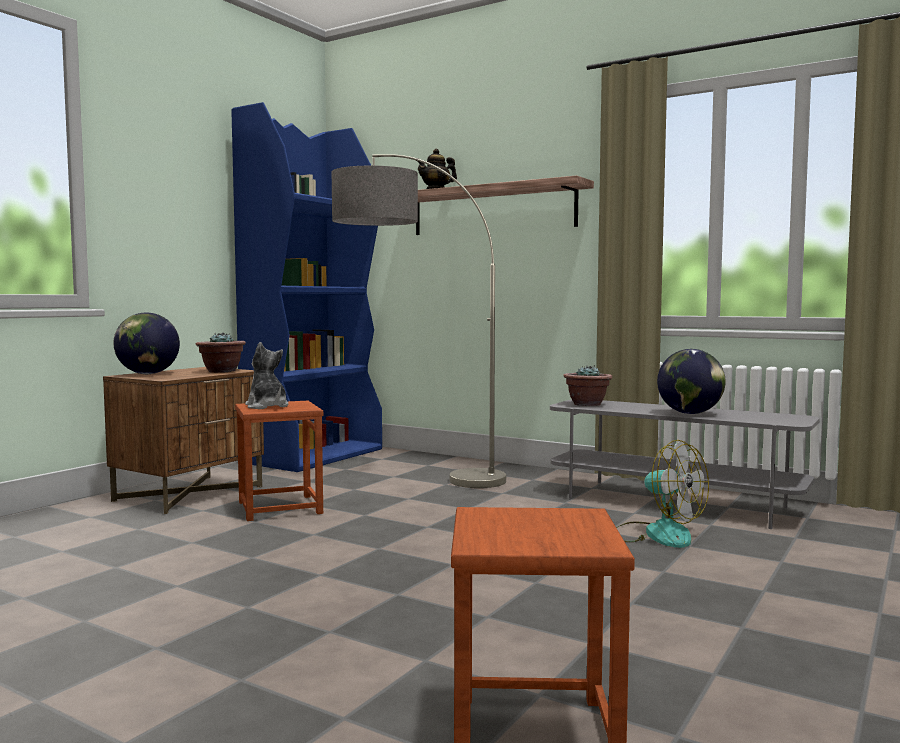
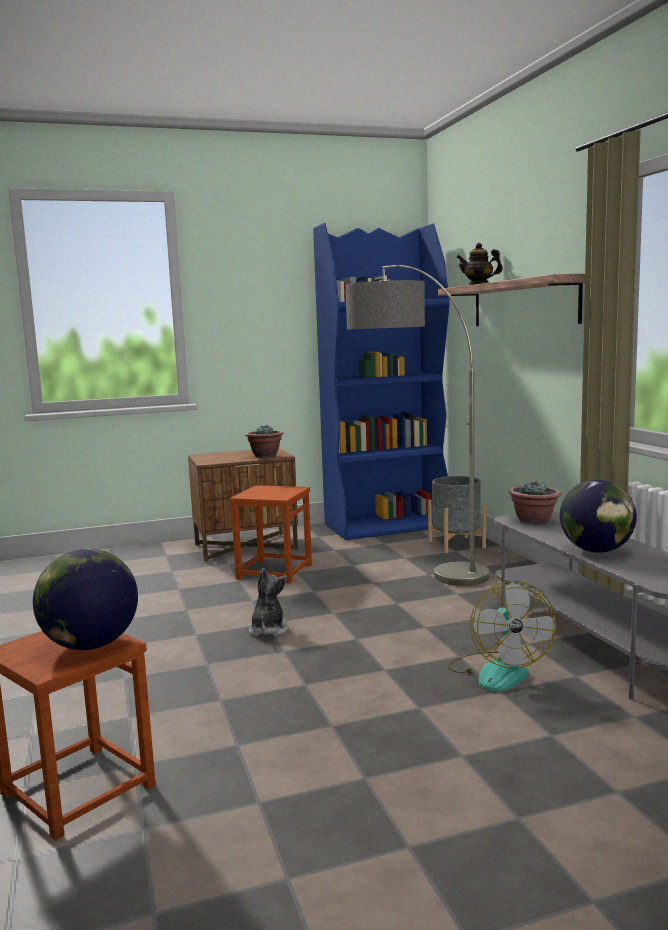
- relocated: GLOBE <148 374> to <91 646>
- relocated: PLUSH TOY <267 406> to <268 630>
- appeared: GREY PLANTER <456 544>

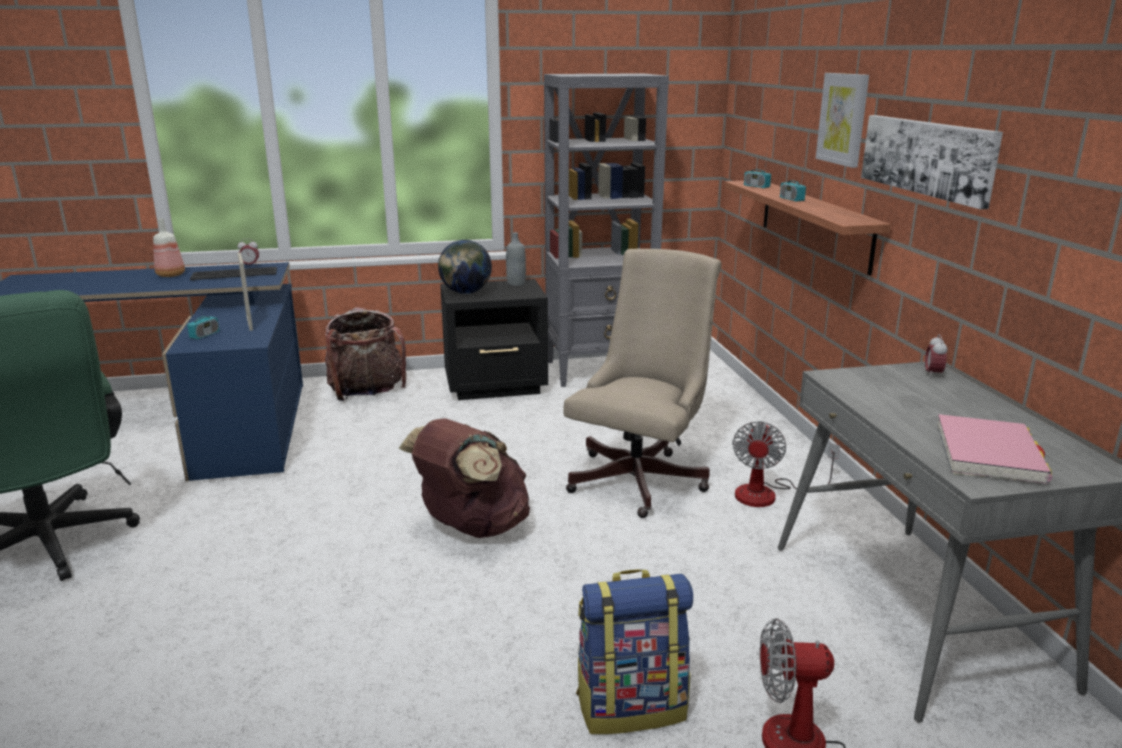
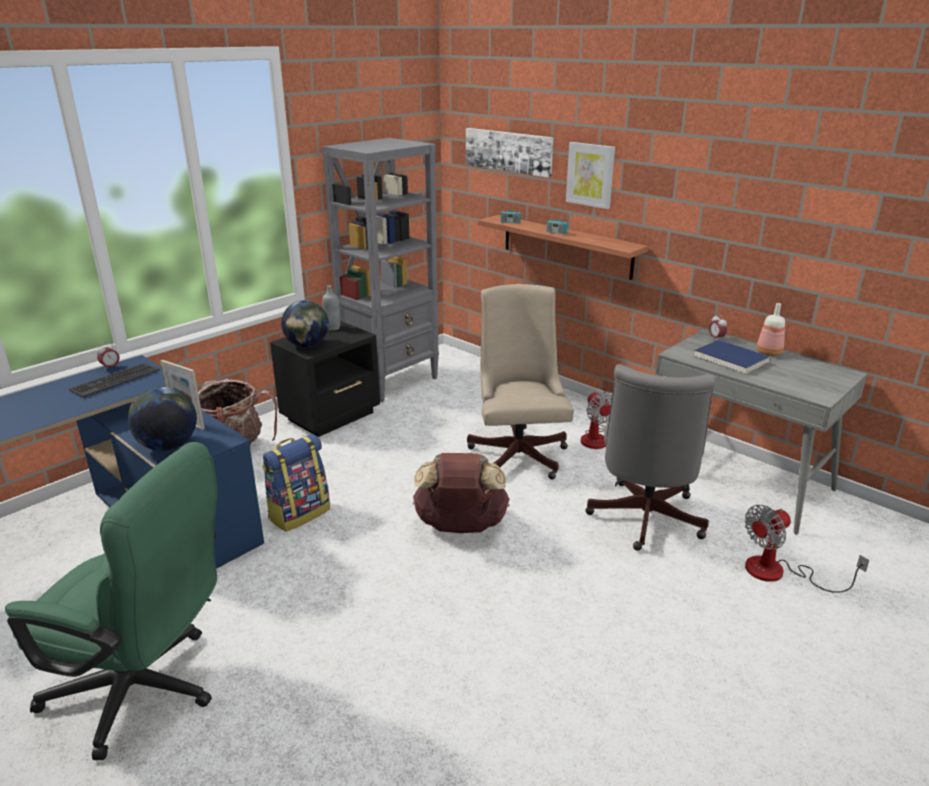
- relocated: BOTTLE <171 275> to <768 352>
- exchanged: RADIO <204 335> to GLOBE <168 446>
- relocated: BACKPACK <631 706> to <299 513>
- relocated: PICTURE <927 157> to <509 151>
- missing: PINK BOOK <988 454>
- appeared: GREY OFFICE CHAIR <643 520>
- appeared: BLUE BOOK <731 360>

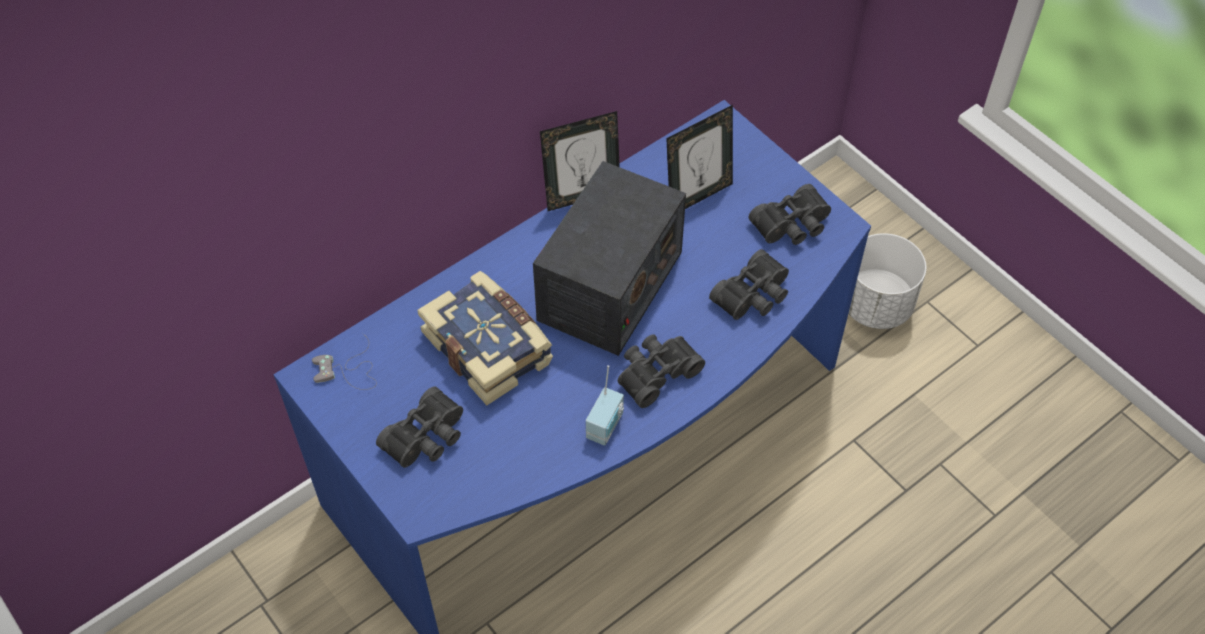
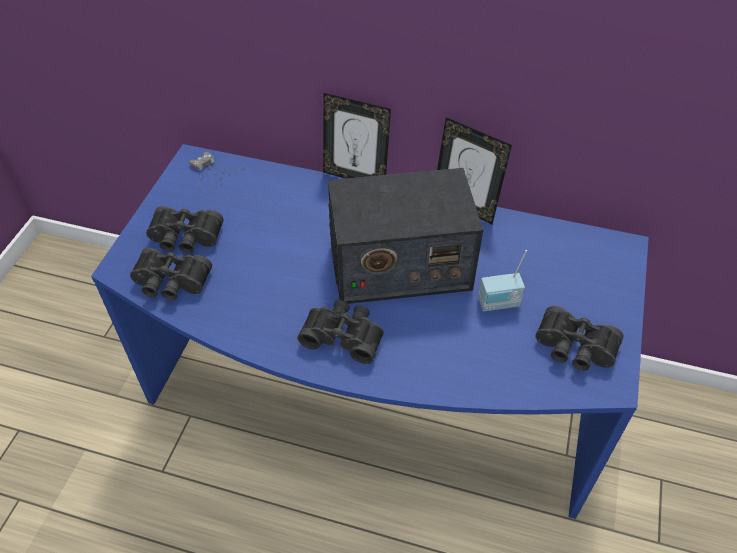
- missing: BOOK <489 347>
- relocated: RADIO <606 426> to <499 304>
- relocated: PICTURE FRAME <697 196> to <355 177>
- relocated: BLACK BINOCULARS <754 296> to <170 283>
- missing: WHITE PLANTER <876 305>

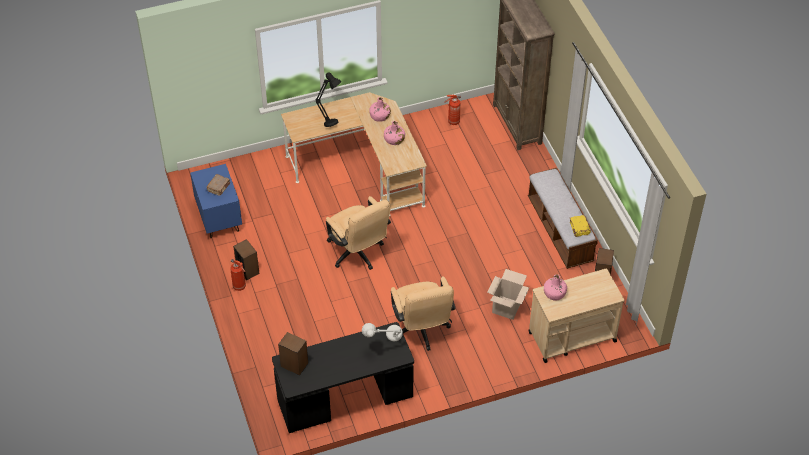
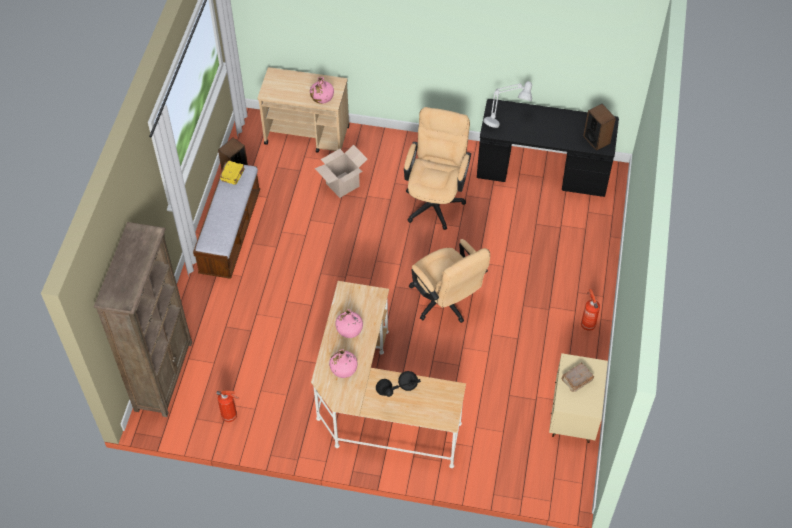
- colour: BLUE NIGHTSTAND <219 219> to BEIGE NIGHTSTAND <573 416>
- missing: SPEAKER <248 270>
- spun: BEIGE OFFICE CHAIR <358 254> = <445 303> 150 degrees clockwise

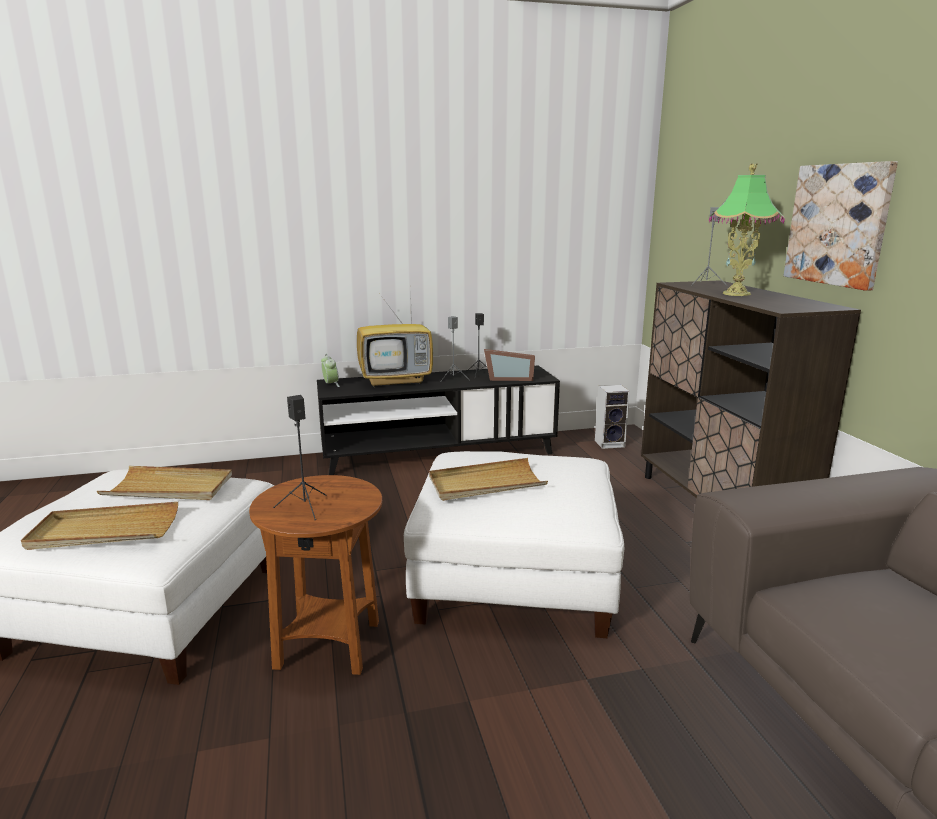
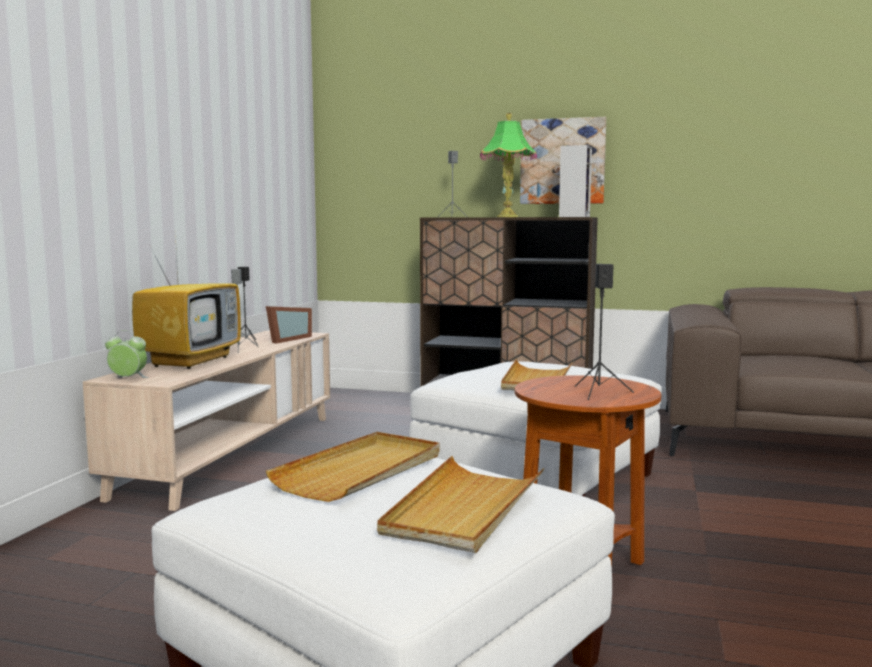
- colour: BLACK TV STAND <439 454> to BEIGE TV STAND <232 453>
- relocated: SPEAKER <610 443> to <574 217>

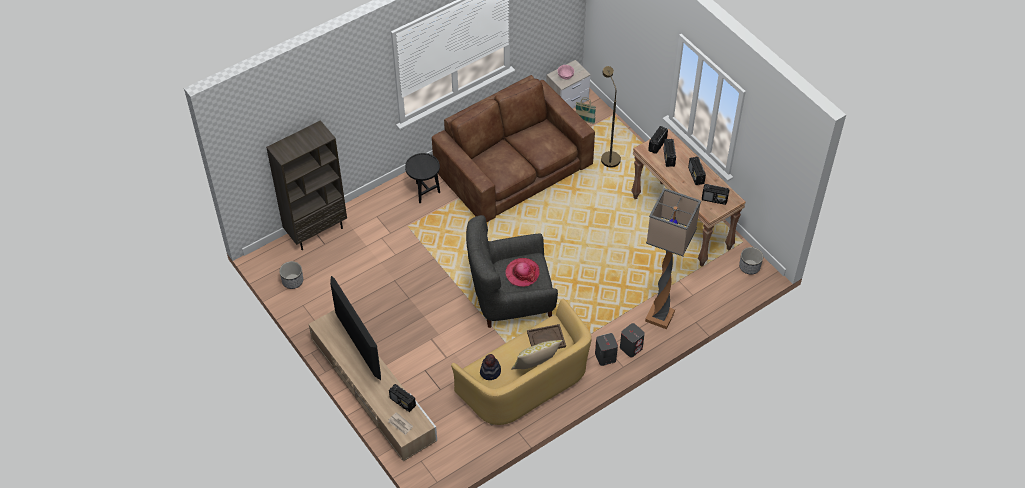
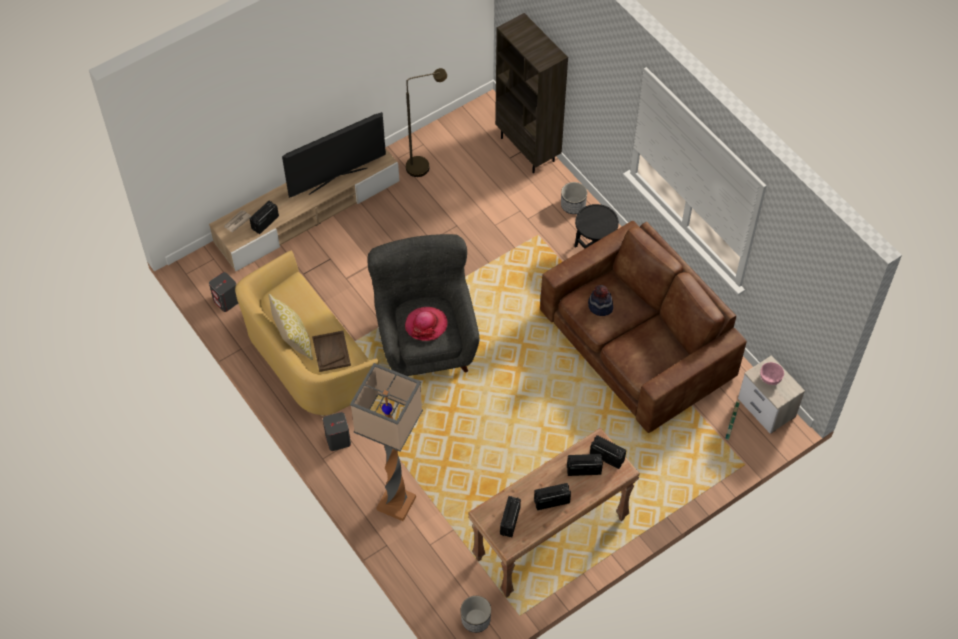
- relocated: PLANTER <292 281> to <573 205>
- relocated: HAT <490 372> to <600 306>
- relocated: BROWN FLOOR LAMP <608 156> to <424 165>
- relocated: GREY SPEAKER <631 348> to <227 301>

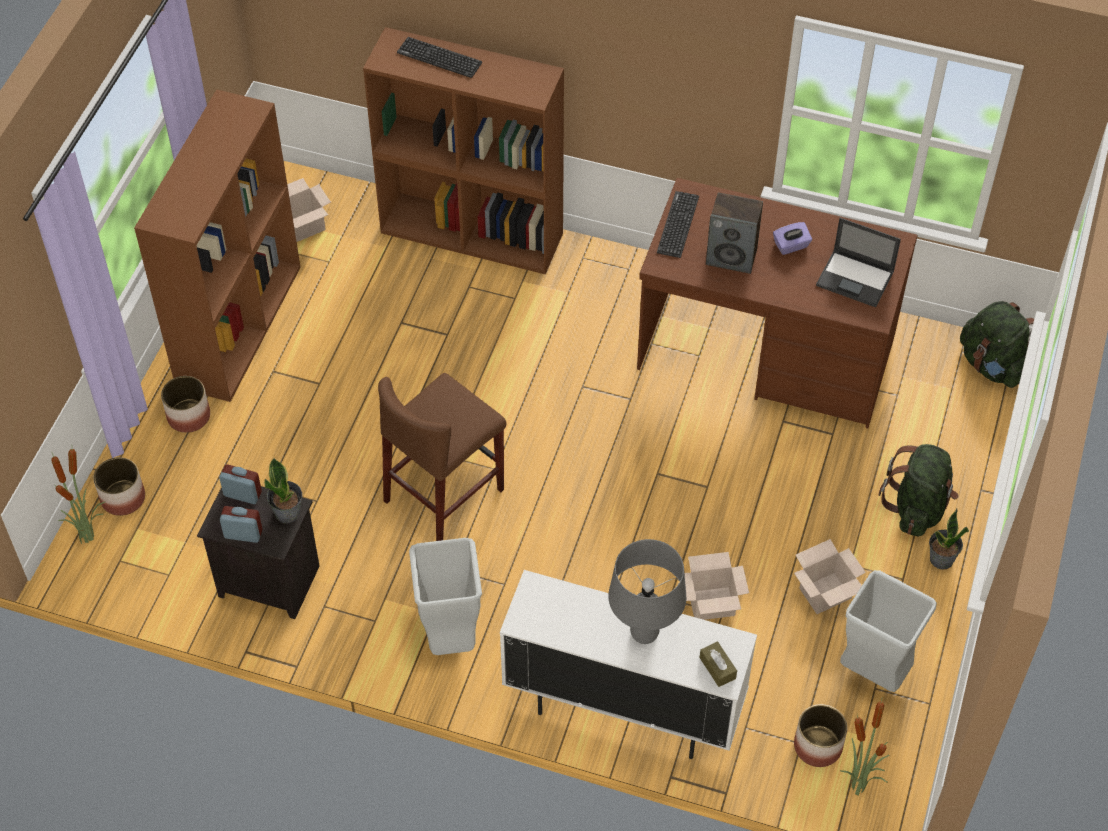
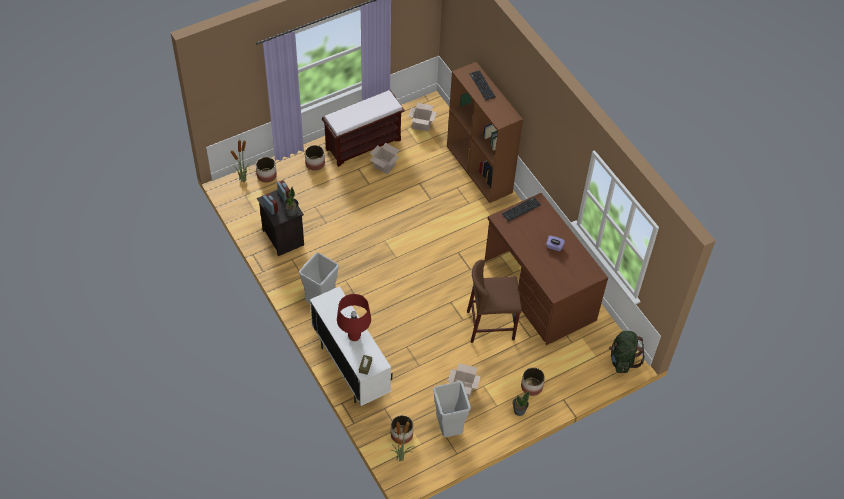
- exchanged: BROWN BOOKCASE <238 324> to BROWN BENCH <364 144>
- relocated: BROWN STOOL <444 495> to <490 325>
- colour: GREY TABLE LAMP <645 634> to RED TABLE LAMP <354 337>
- relocated: CARDBOARD BOX <710 604> to <383 166>
- missing: SPEAKER <732 257>
- missing: LAPTOP <856 279>
- exchanged: GREEN BACKPACK <917 507> to PLANTER <531 386>

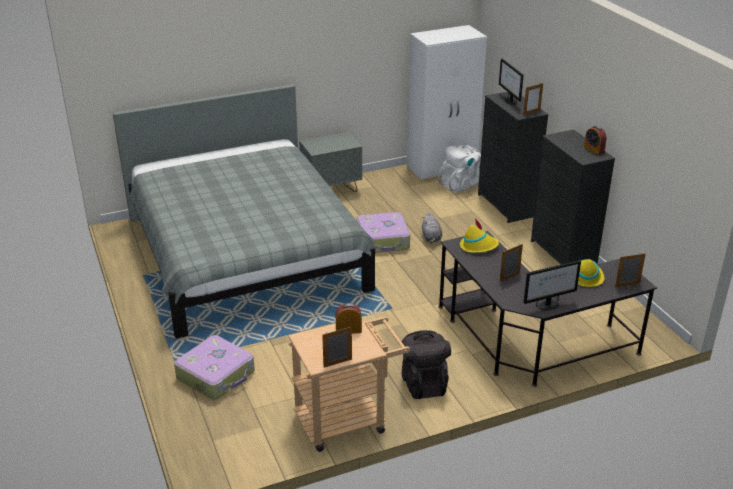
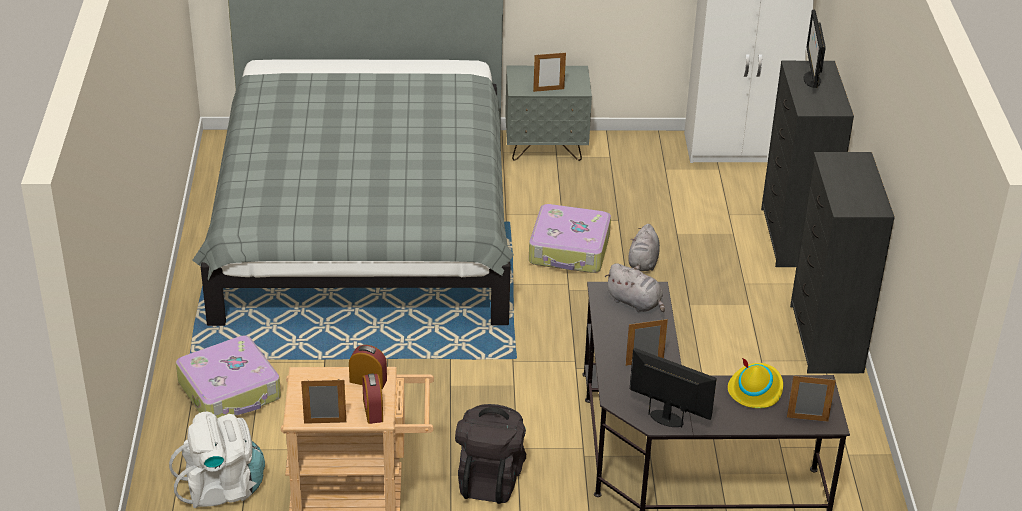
- relocated: WHITE BACKPACK <460 185> to <222 488>
- exchanged: YELLOW HAT <478 246> to GREY PLUSH TOY <635 303>
- relocated: PICTURE FRAME <531 112> to <548 90>
- spun: MONITOR <548 305> = <667 418> 150 degrees counterclockwise
- relocated: ALARM CLOCK <594 150> to <373 410>

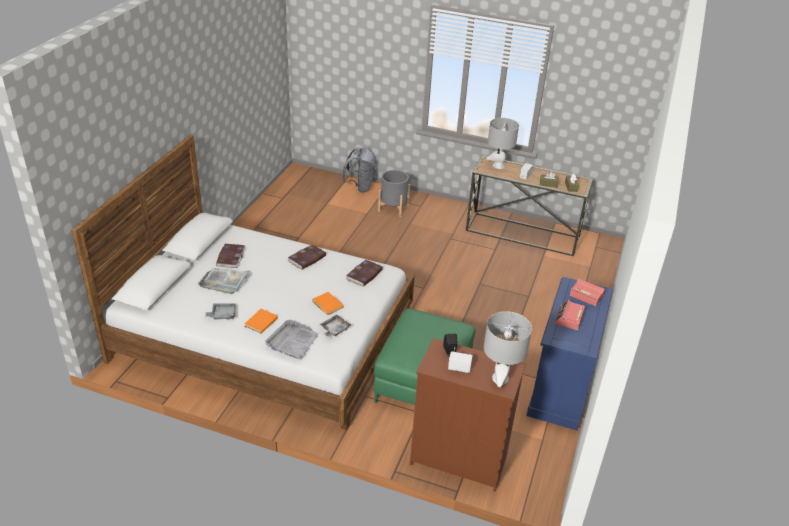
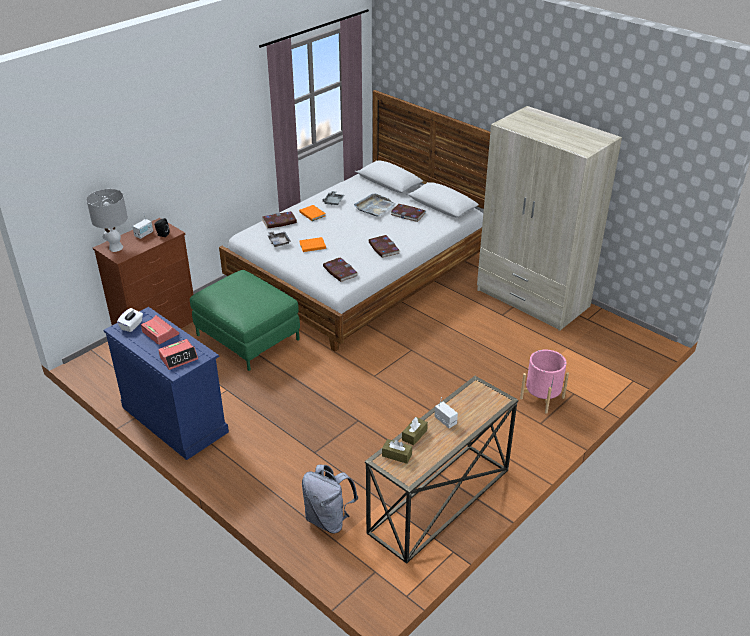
- exchanged: GREY TRAY <292 341> to BOOK <279 221>
- relocated: GREY BACKPACK <360 187> to <328 519>
- colour: GREY PLANTER <393 208> to PINK PLANTER <542 398>
- missing: GREY TABLE LAMP <498 166>
- appeared: WHITE TISSUE BOX <132 326>
- appeared: BEIGE WARDROBE <532 298>

